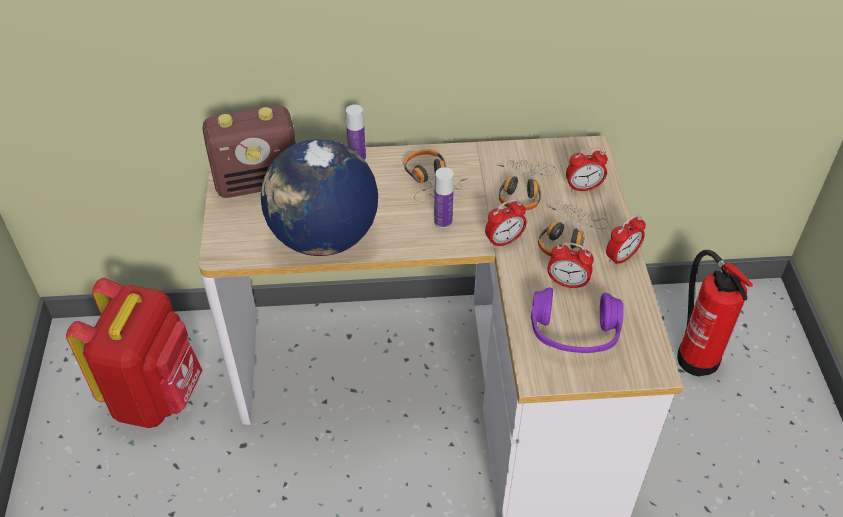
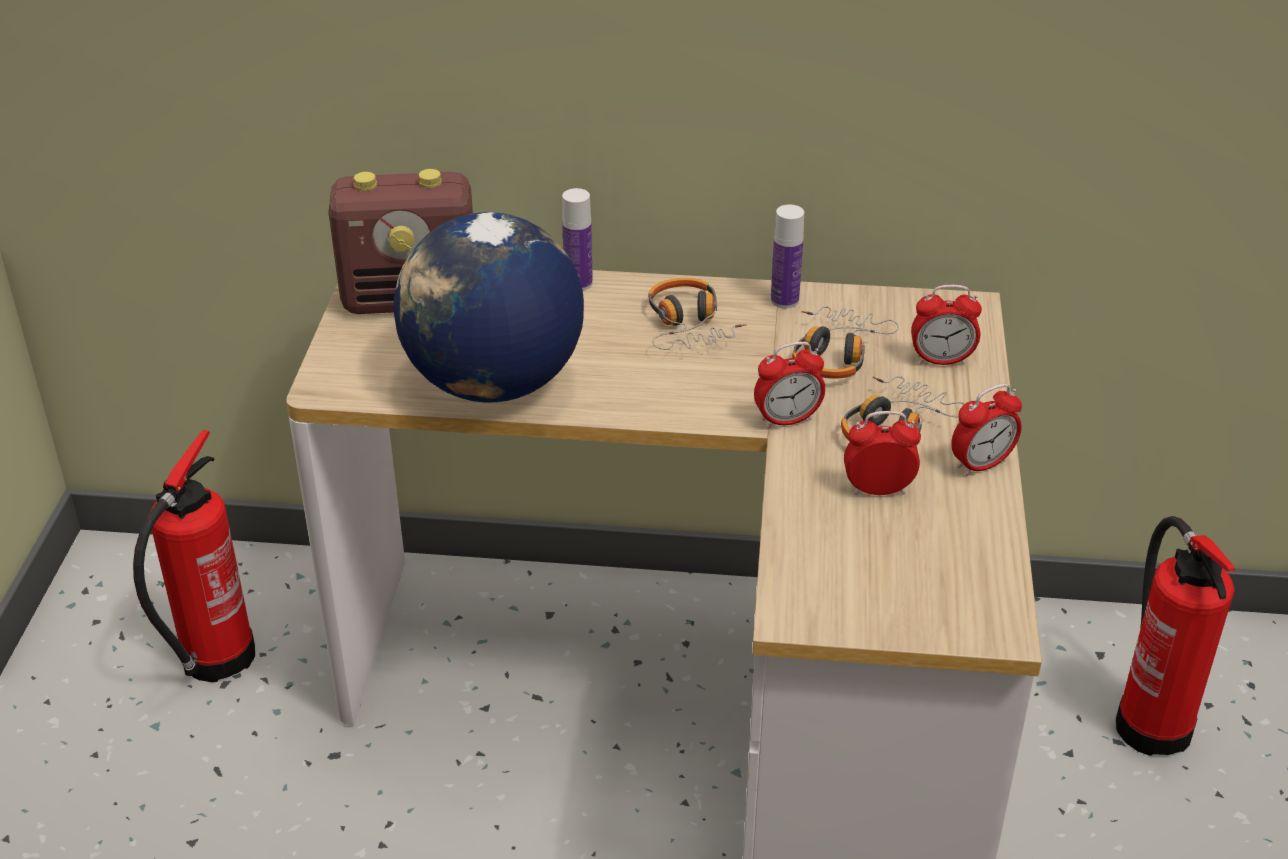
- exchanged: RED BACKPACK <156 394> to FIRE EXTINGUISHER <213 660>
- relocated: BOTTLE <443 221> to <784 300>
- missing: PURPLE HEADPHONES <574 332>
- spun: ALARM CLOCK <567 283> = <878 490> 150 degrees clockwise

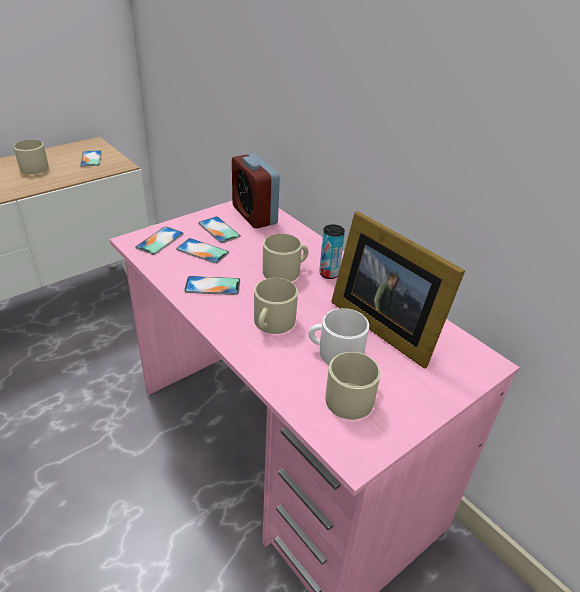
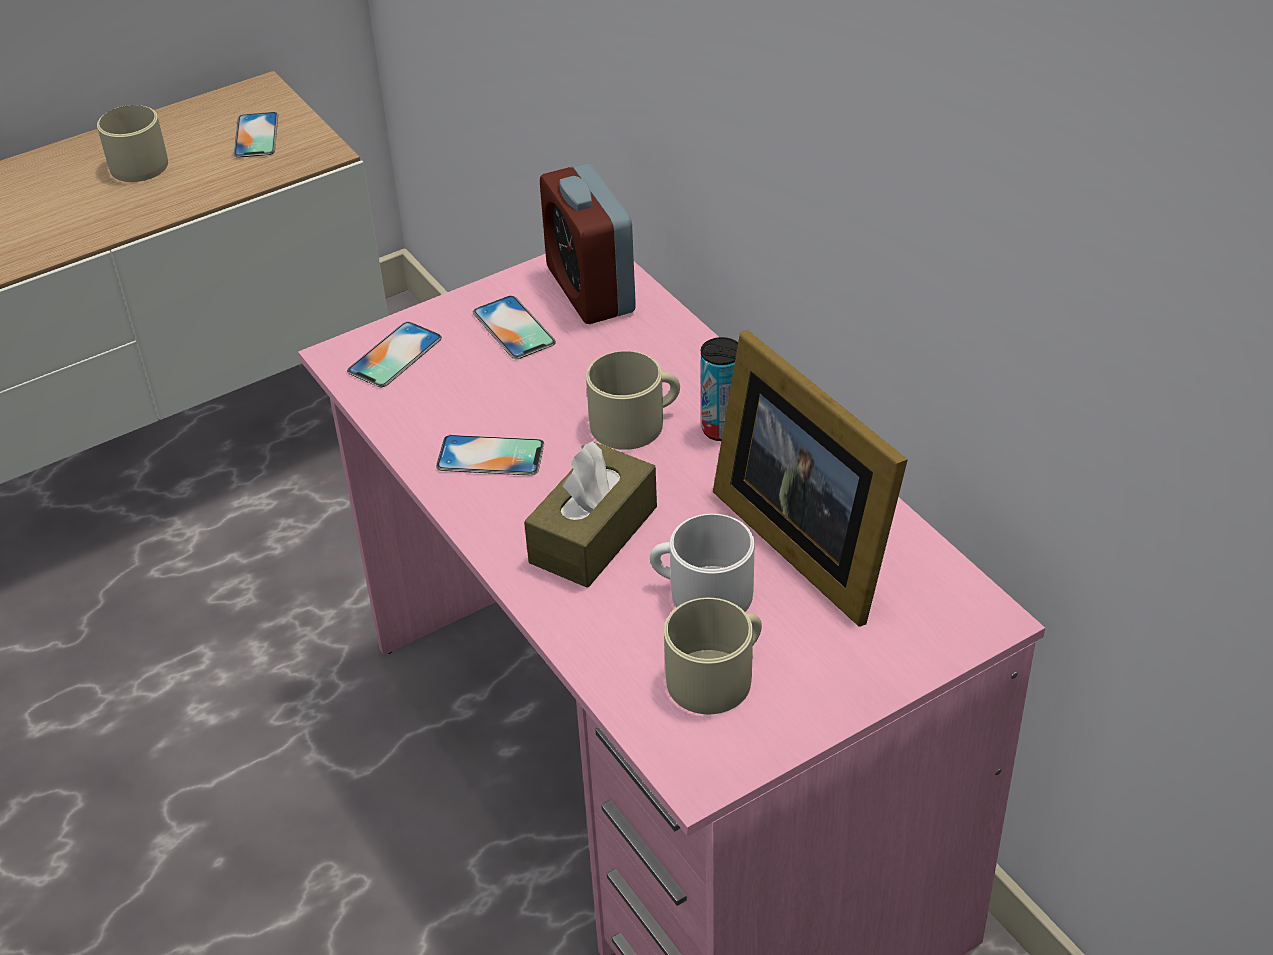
- missing: PHONE <202 251>
- exchanged: BEIGE MUG <272 323> to BROWN TISSUE BOX <593 534>

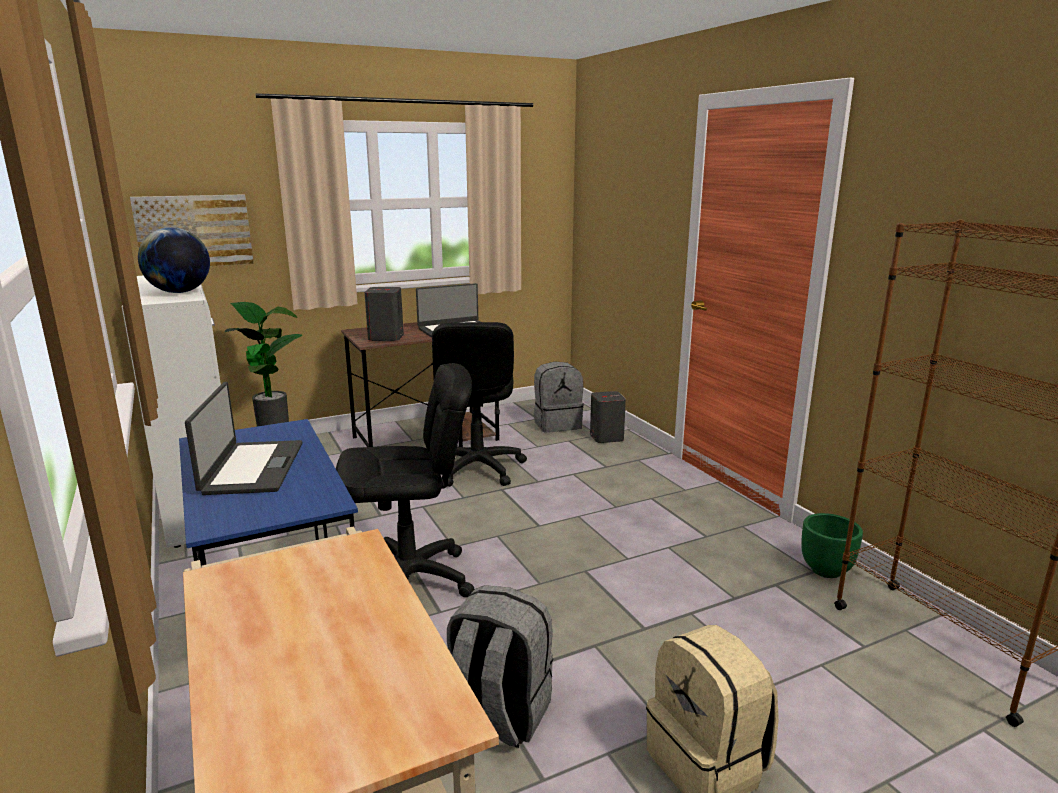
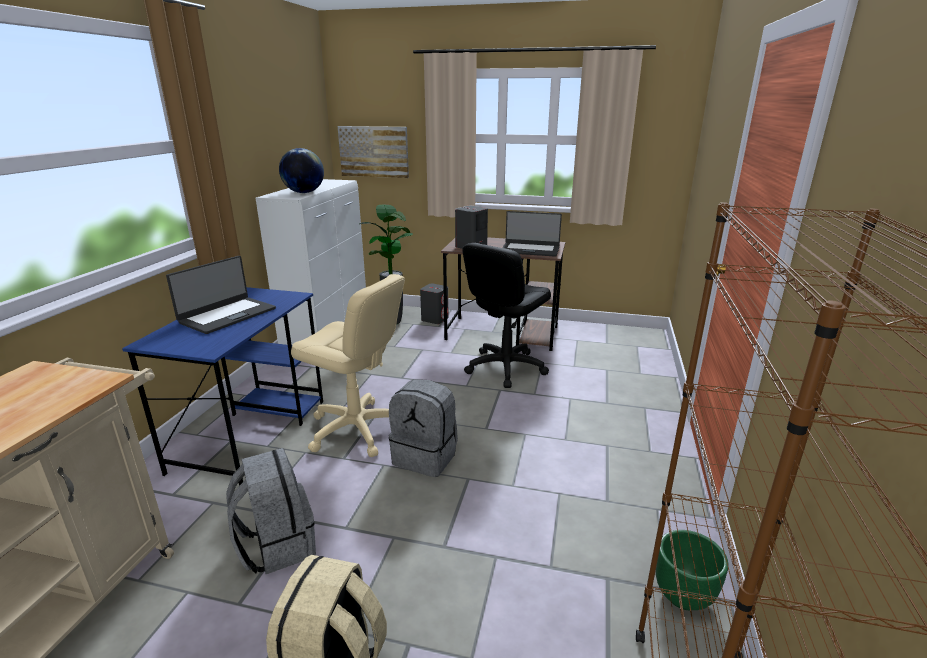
- colour: BLACK OFFICE CHAIR <409 581> to BEIGE OFFICE CHAIR <356 429>
- relocated: GREY BACKPACK <557 424> to <426 456>
- relocated: GREY SPEAKER <606 437> to <435 319>

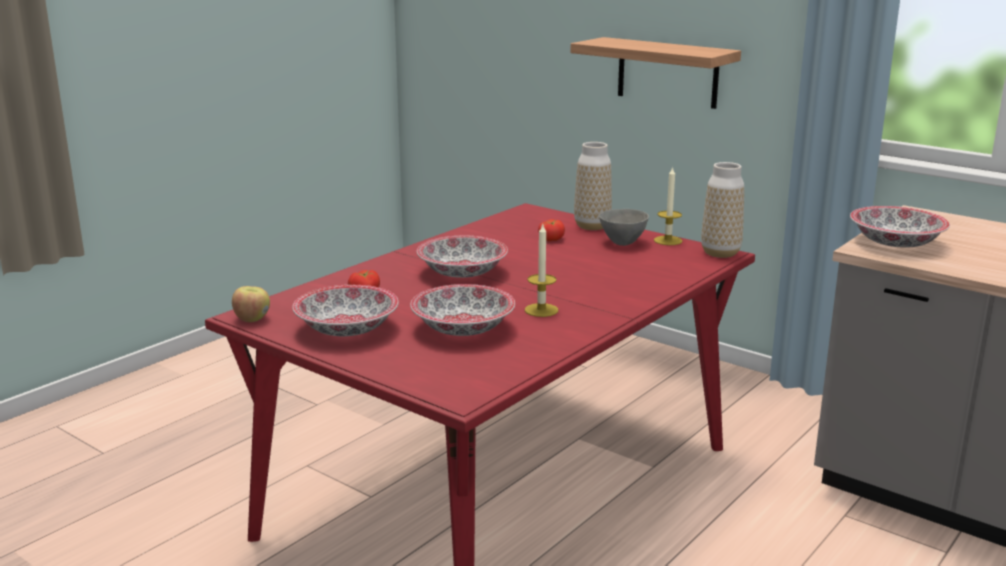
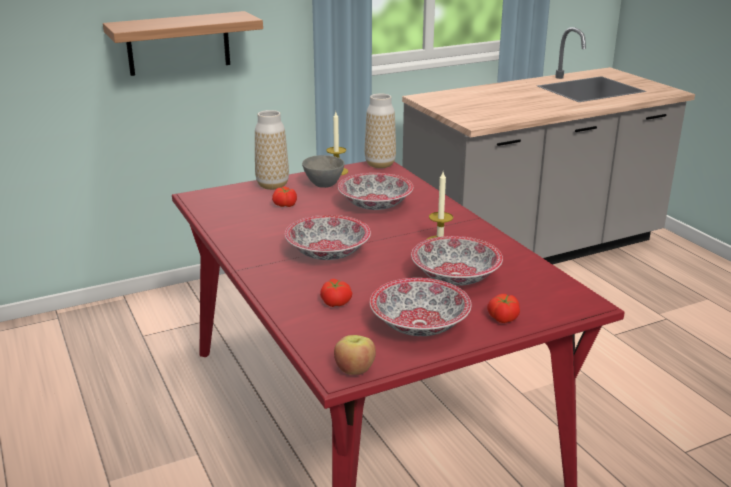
- relocated: BOWL <896 243> to <375 204>
- appeared: TOMATO <502 318>

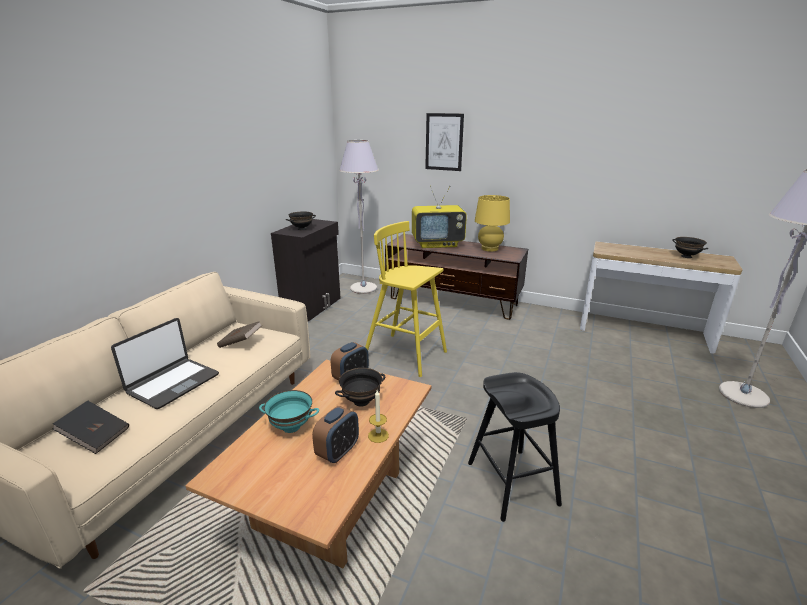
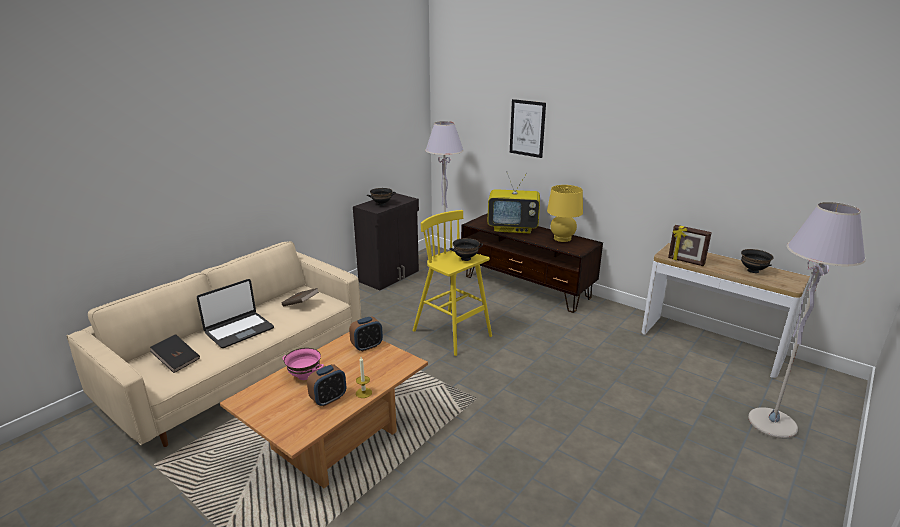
- colour: TURQUOISE BOWL <291 427> to PINK BOWL <304 376>
- relocated: BLACK BOWL <361 401> to <466 258>
- missing: BLACK STOOL <512 483>
- appeared: PICTURE FRAME <685 261>

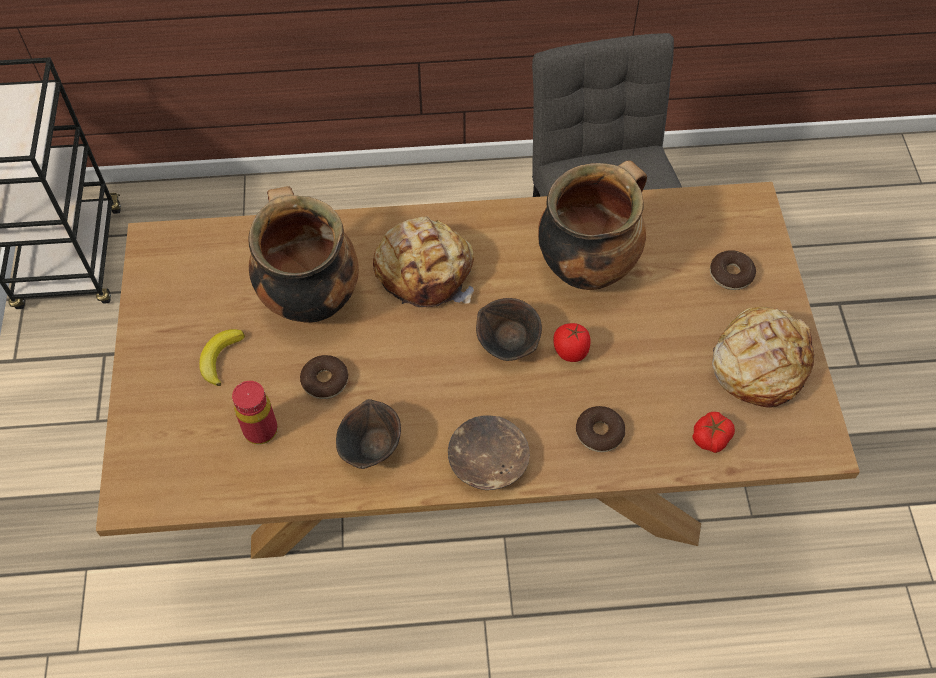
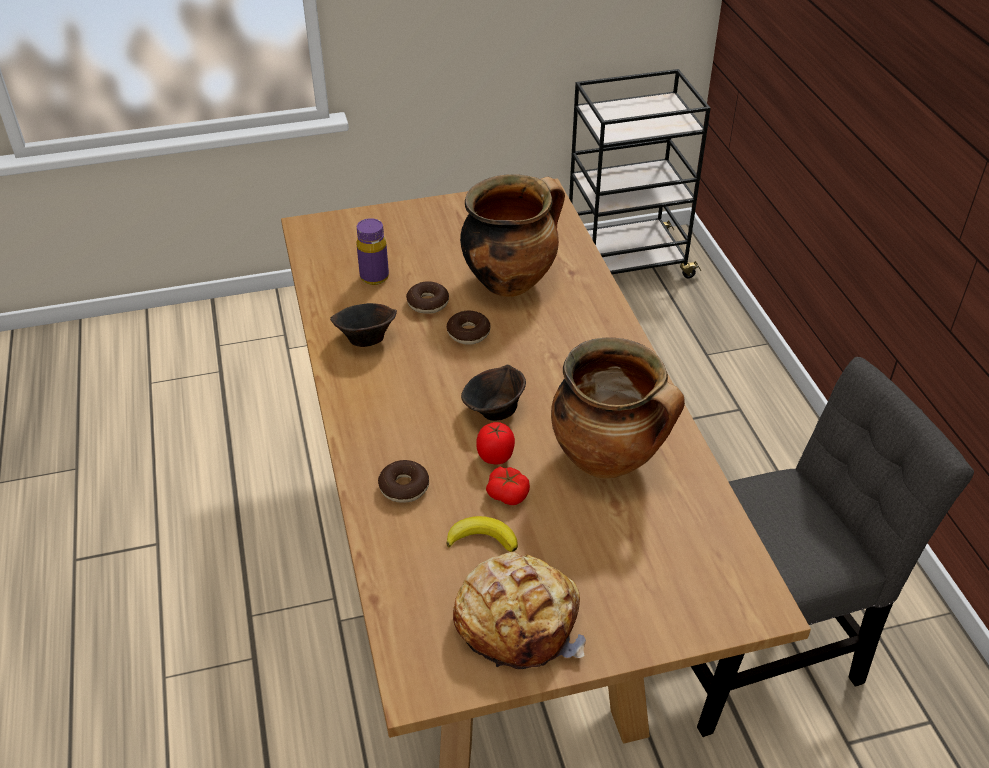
- relocated: BANANA <220 358> to <482 538>
- colour: RED BOTTLE <260 430> to PURPLE BOTTLE <374 277>
- missing: BREAD <425 271>
- missing: BROWN BOWL <487 461>
- relocated: TOMATO <710 437> to <507 494>
- relocated: DONUT <731 275> to <468 333>

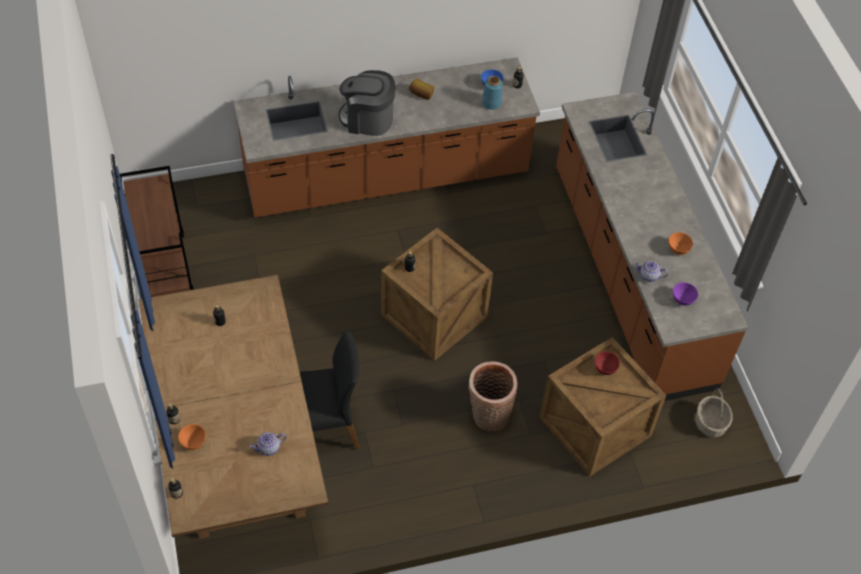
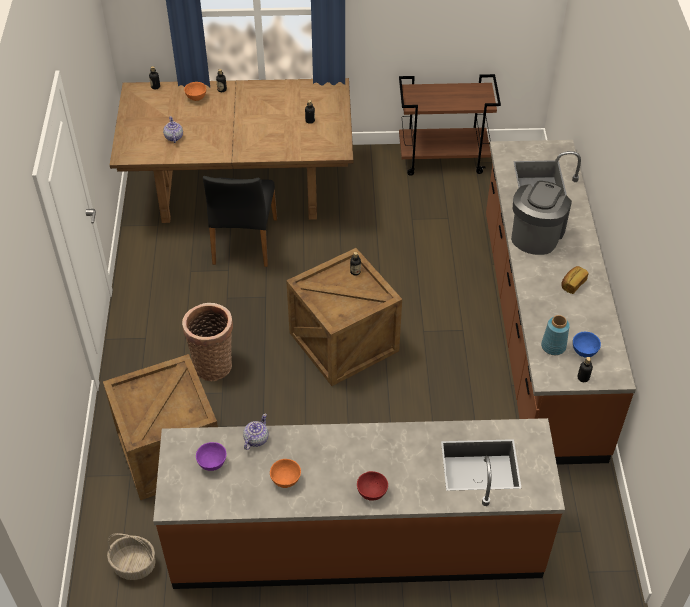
- relocated: RED BOWL <605 369> to <371 493>

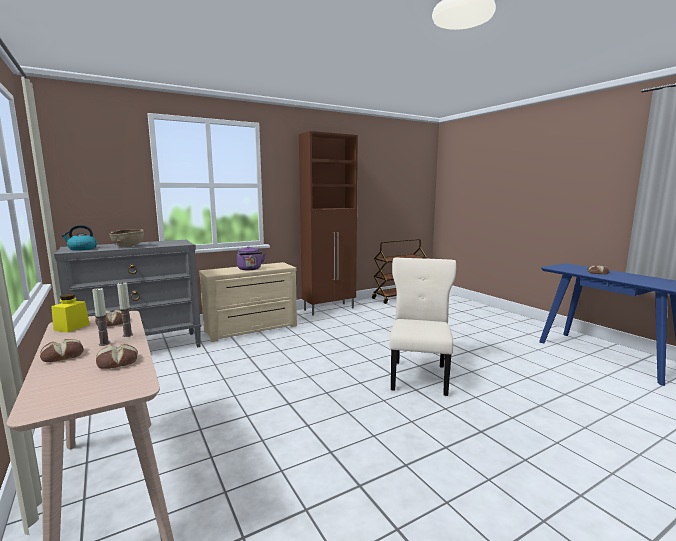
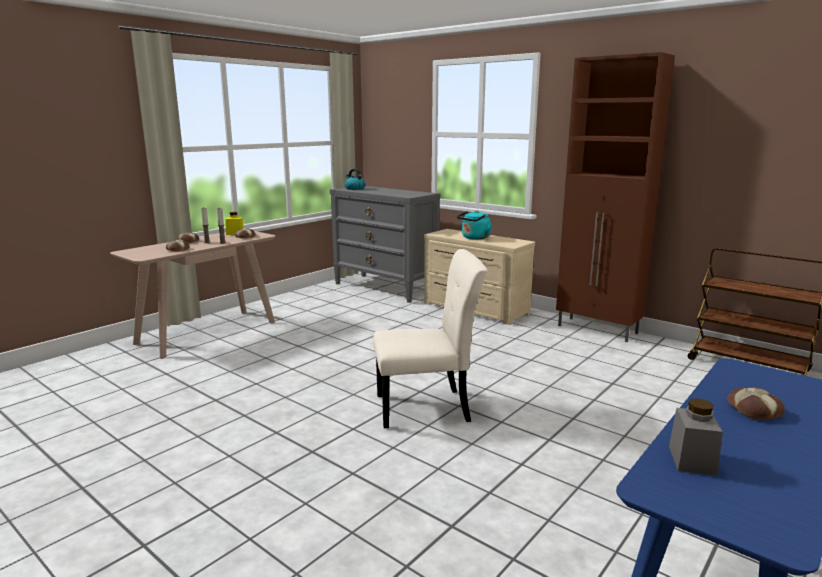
- missing: BROWN BOWL <128 246>
- colour: PURPLE KETTLE <250 269> to TURQUOISE KETTLE <474 238>
- appeared: GREY JAR <692 460>

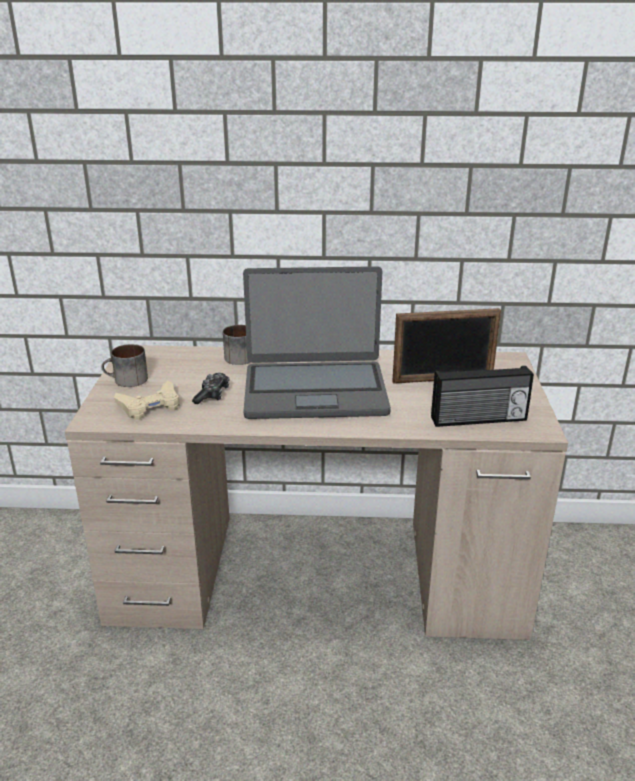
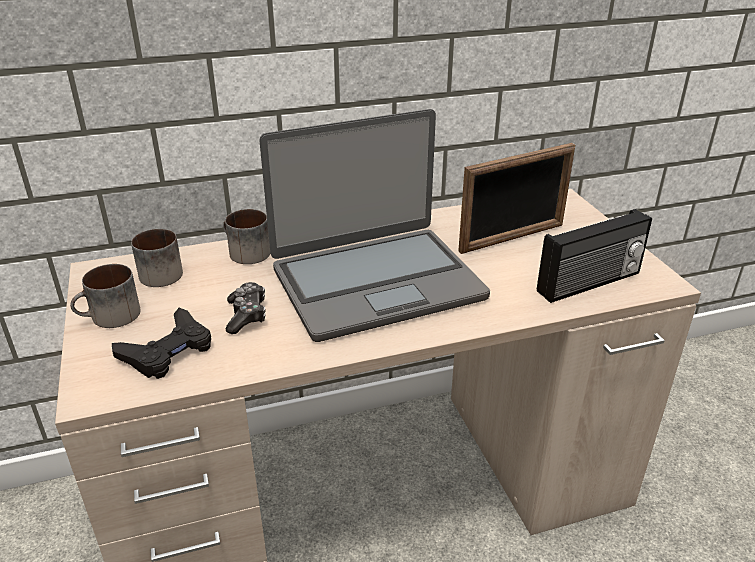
- colour: BEIGE GAME CONTROLLER <150 406> to BLACK GAME CONTROLLER <168 351>
- appeared: MUG <161 272>

